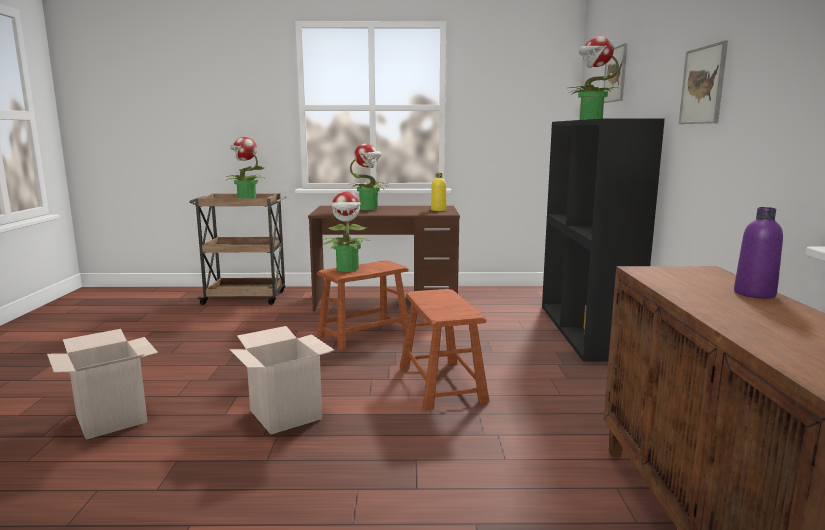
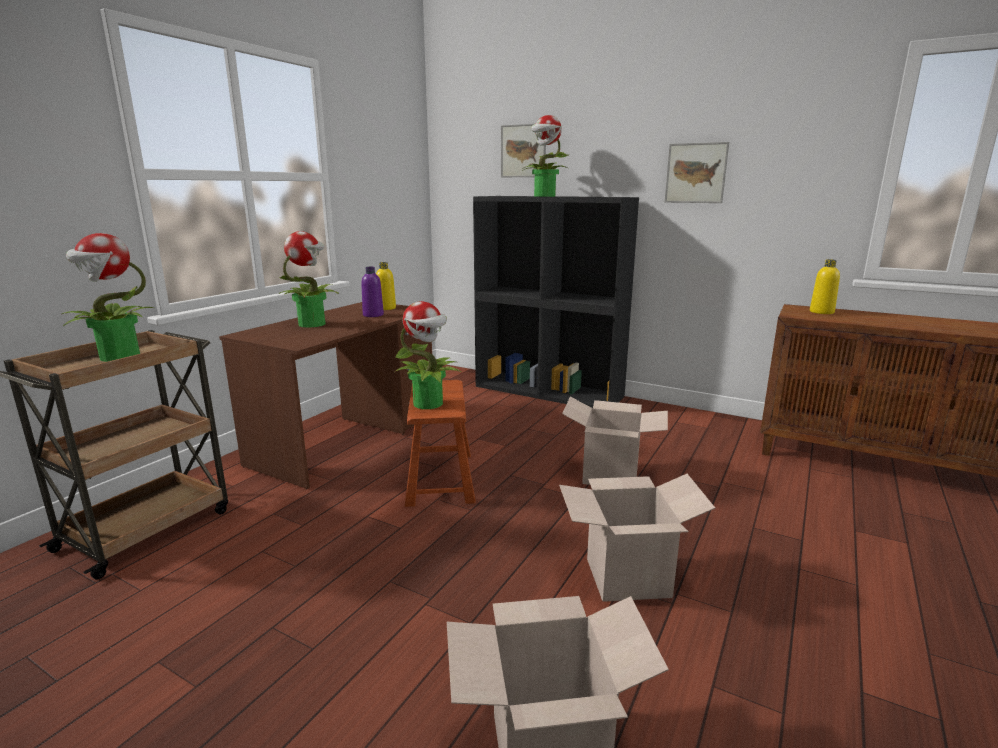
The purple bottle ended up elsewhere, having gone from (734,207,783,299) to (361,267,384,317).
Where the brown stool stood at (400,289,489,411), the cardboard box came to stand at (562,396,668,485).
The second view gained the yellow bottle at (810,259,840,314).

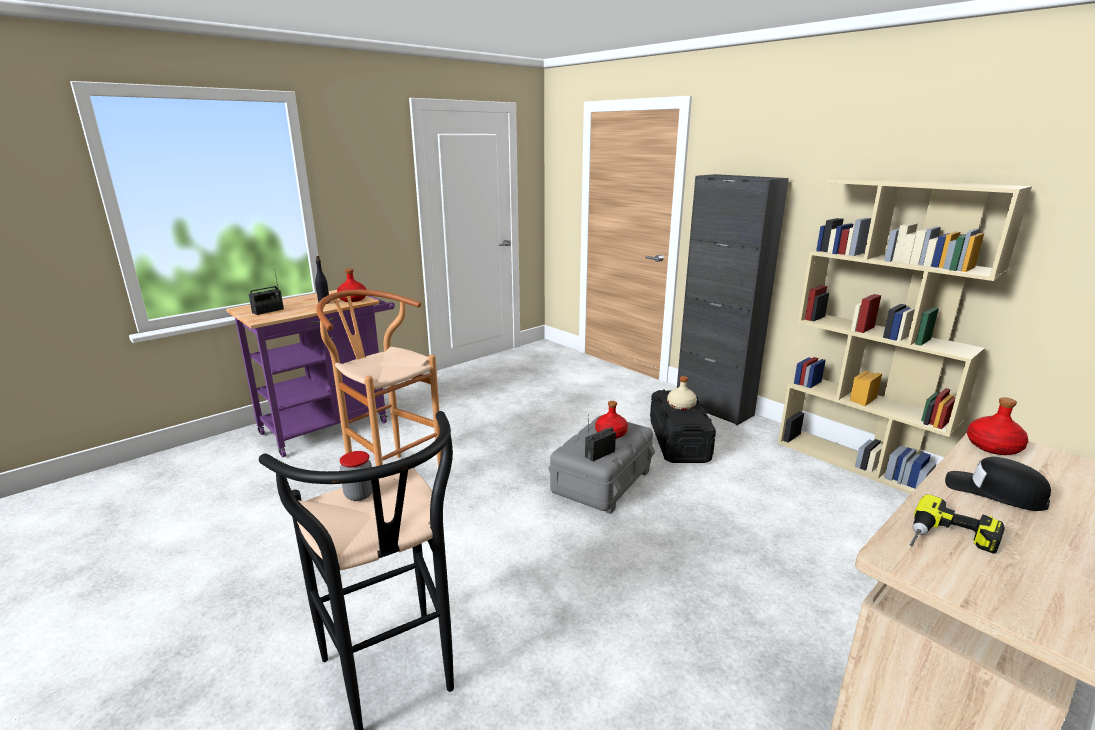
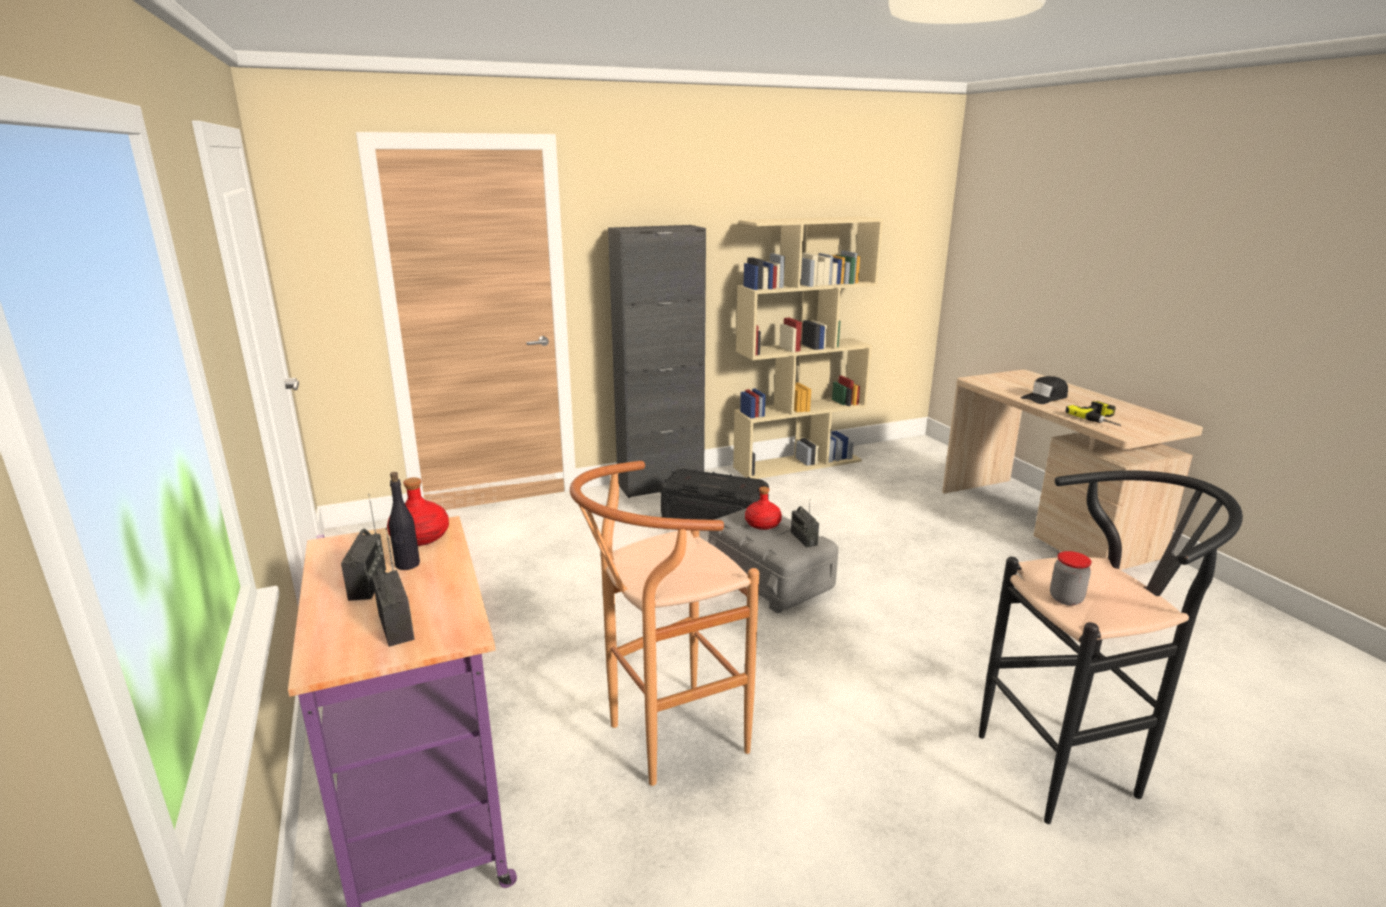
The second view gained the radio at (341,494,386,601).
The second view lost the beige bottle at (667,376,697,410).
The second view lost the red bottle at (967,397,1028,455).

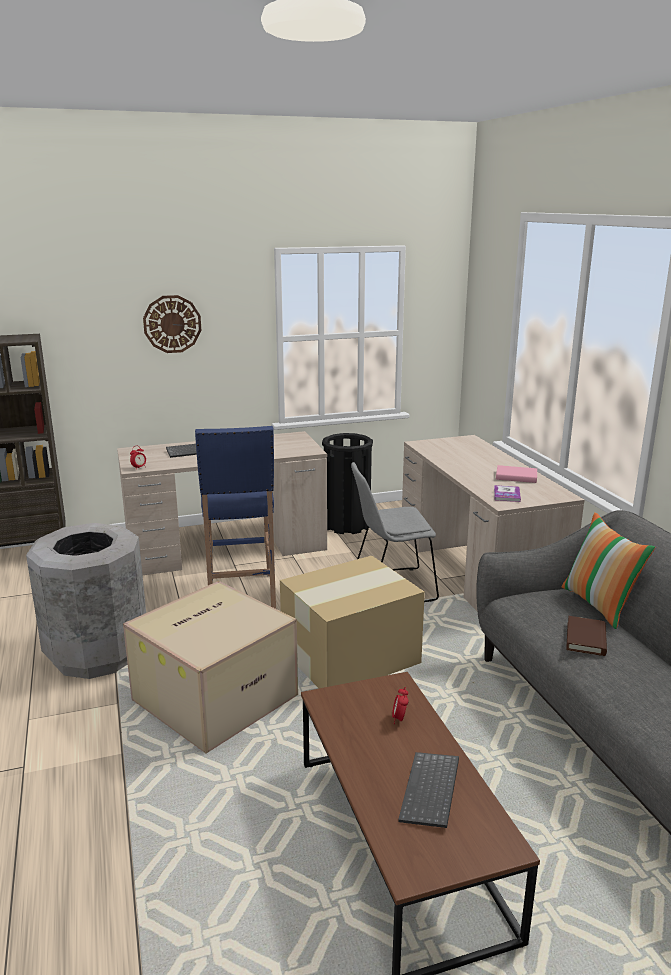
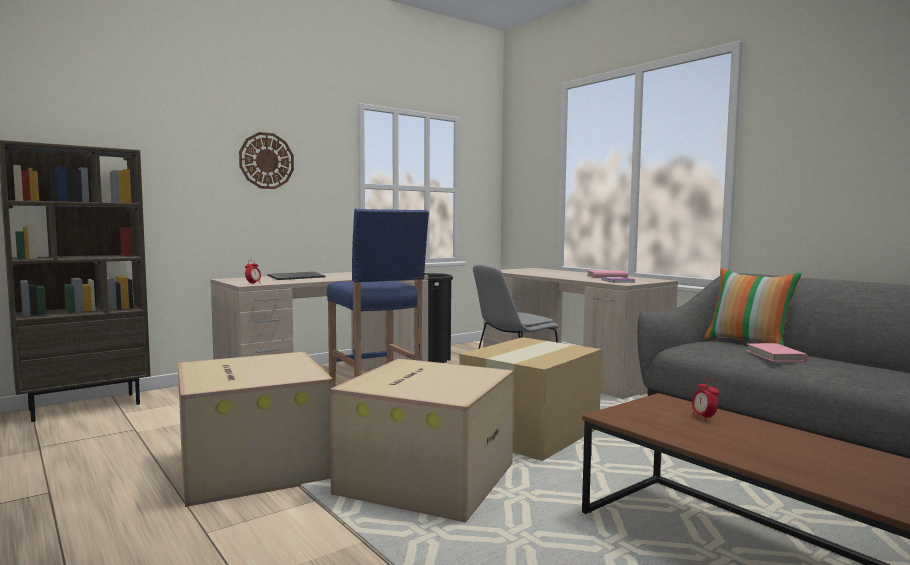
Where the grey trash can stood at (26,523,146,679), the cardboard box came to stand at (178,352,333,507).
What was the brown book at (566,616,607,656) turned into the pink book at (746,343,808,362).
The second view lost the keyboard at (398,752,459,828).

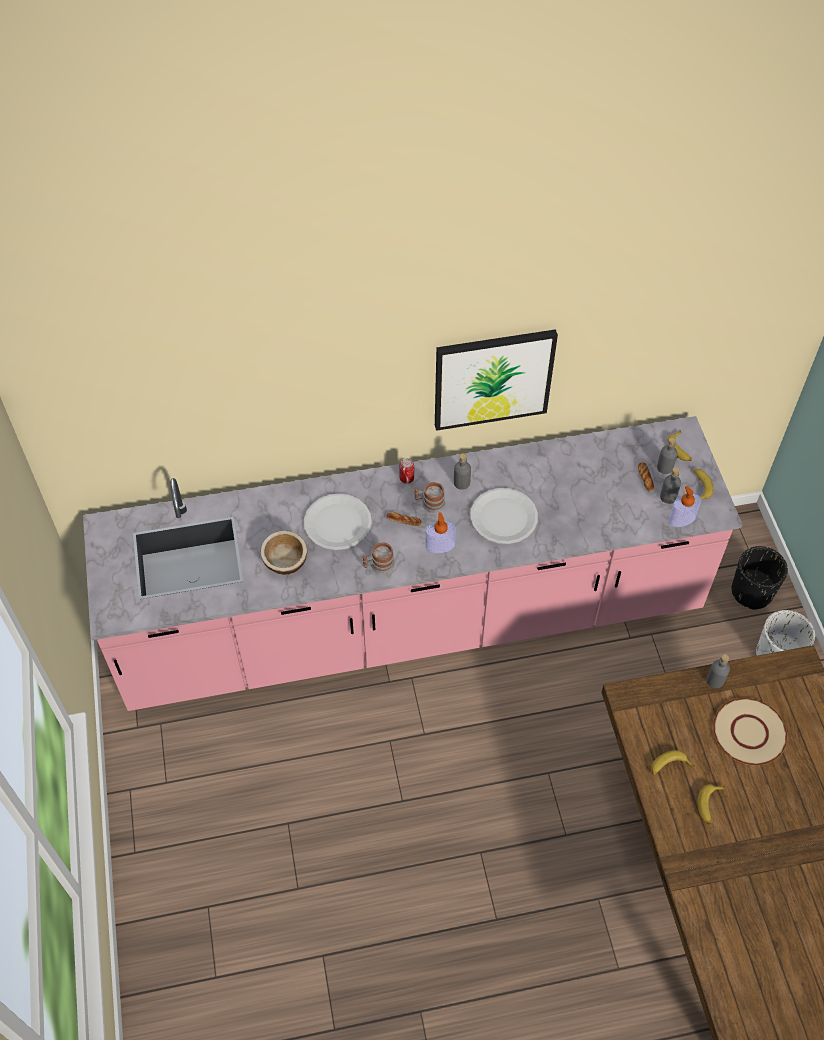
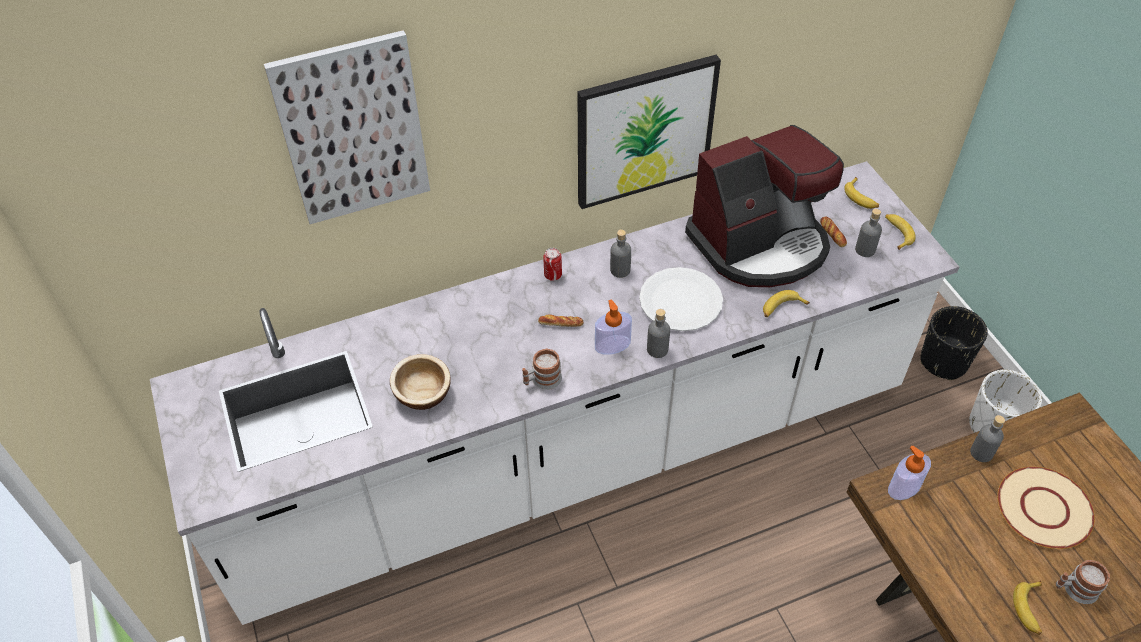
What was the pink counter at (83,416,743,711) turned into the white counter at (150,161,959,625).
The second view gained the picture at (264,30,430,224).
The grey bottle ended up elsewhere, having gone from (657,438,678,474) to (647,309,670,358).
The second view gained the coffee machine at (685,125,844,287).
The banana ended up elsewhere, having gone from (651,750,695,775) to (763,290,810,317).
The soap dispenser ended up elsewhere, having gone from (669,486,701,527) to (888,446,931,500).
The mug ended up elsewhere, having gone from (414,482,445,513) to (1056,560,1110,604).
The second view lost the white plate at (304,494,372,550).

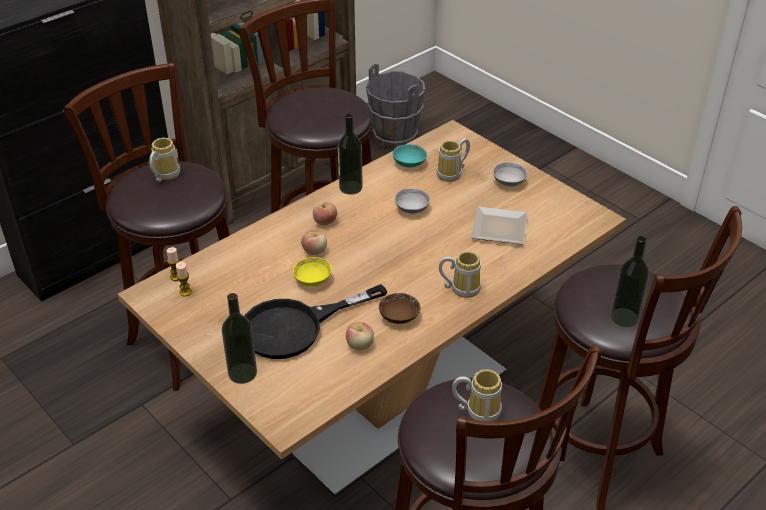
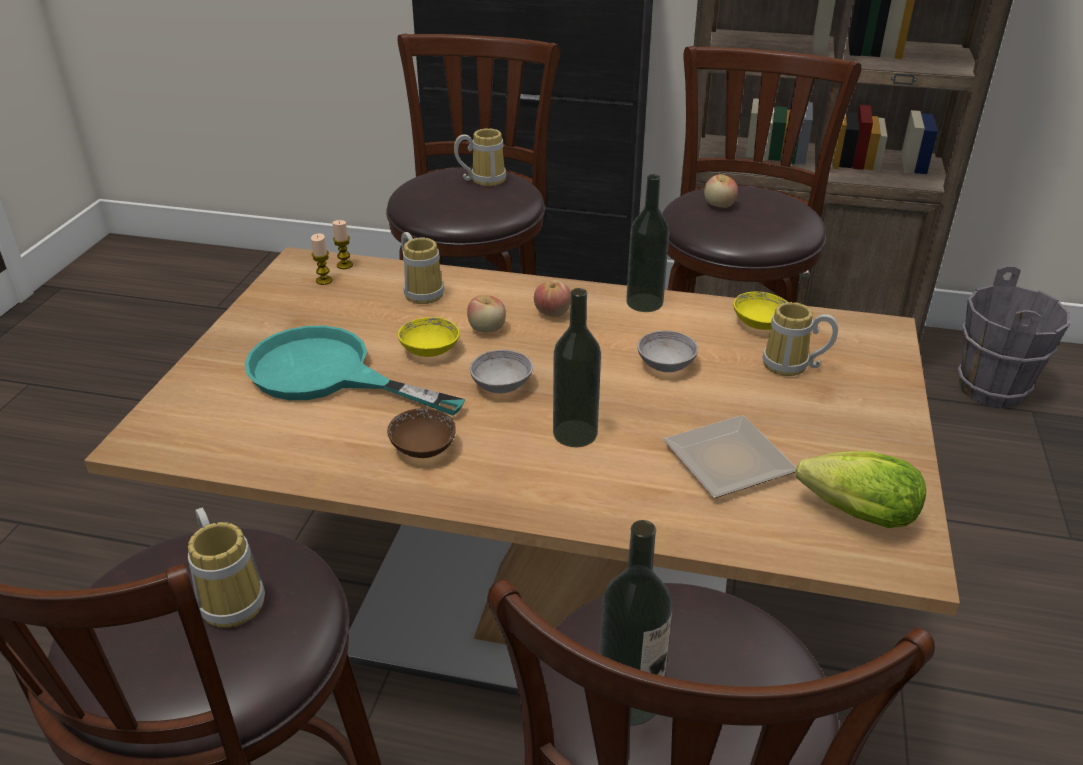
What was the black frying pan at (244,284,387,359) turned into the turquoise frying pan at (245,326,465,416).
The mug ended up elsewhere, having gone from (439,251,481,298) to (401,232,444,304).
The grey bowl ended up elsewhere, having gone from (493,162,527,186) to (470,350,533,393).
The bottle ended up elsewhere, having gone from (222,293,257,384) to (553,288,601,447).
The apple ended up elsewhere, having gone from (346,322,374,350) to (704,174,738,208).
What was the turquoise bowl at (392,144,427,168) turned into the yellow bowl at (734,292,787,330).
The second view gained the lettuce at (796,451,926,528).

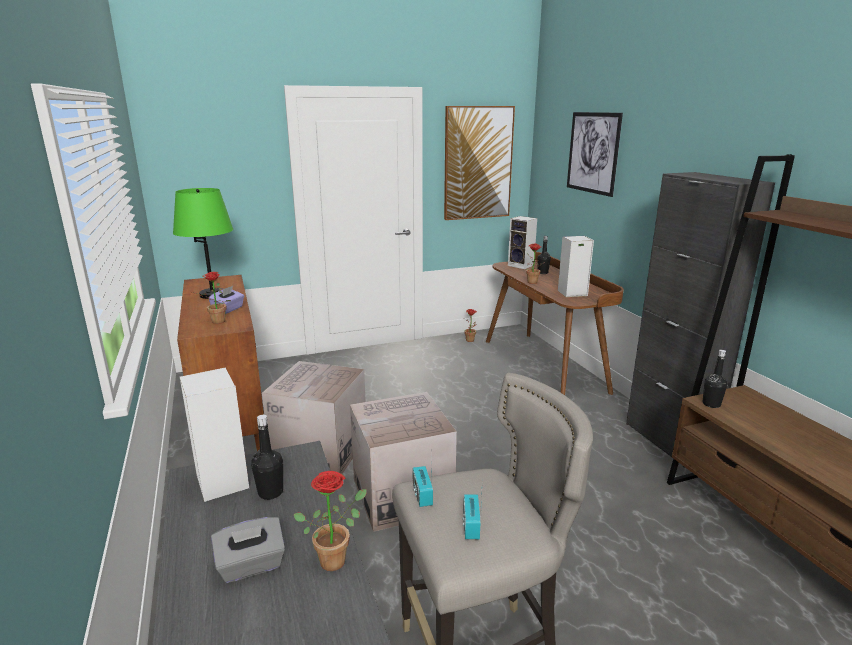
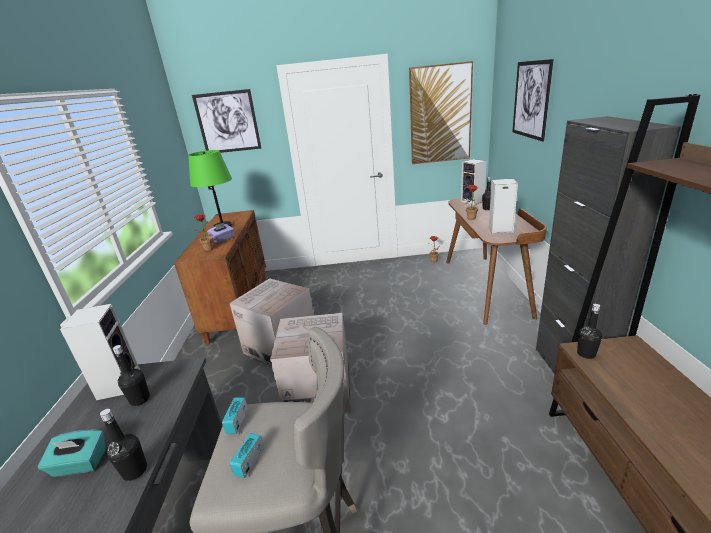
What was the grey tissue box at (211,517,285,583) turned into the turquoise tissue box at (38,429,106,477).
Where the potted plant stood at (294,471,367,571), the black bottle came to stand at (100,409,147,481).
The second view gained the picture at (192,89,261,153).

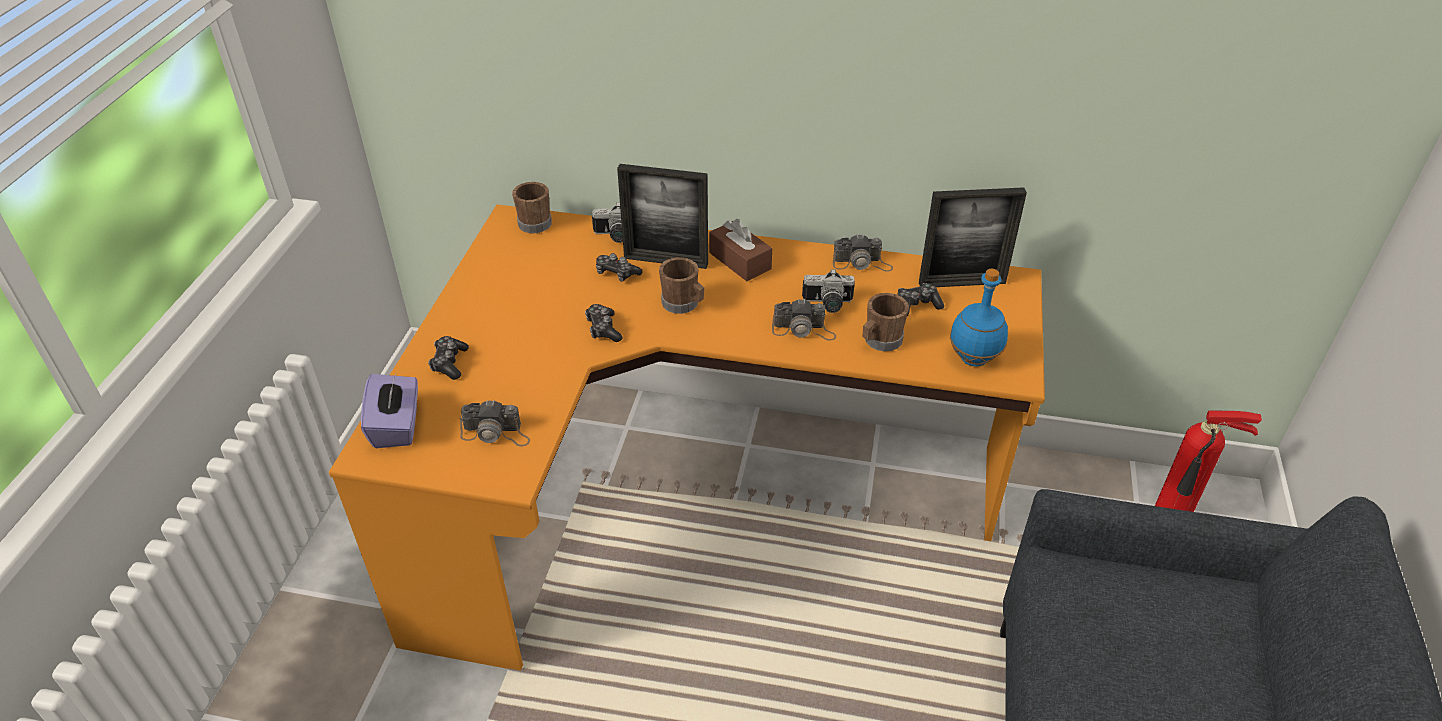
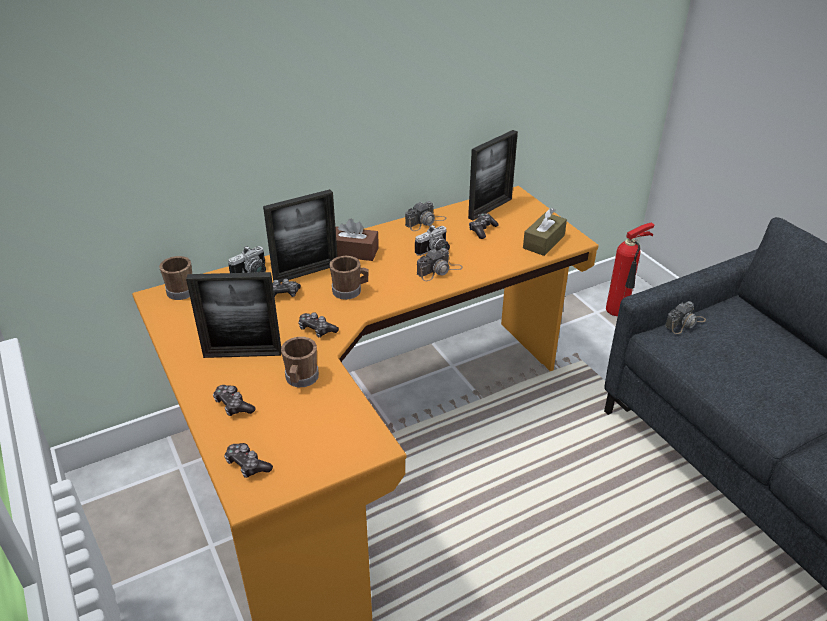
The second view gained the picture frame at (186,272,281,358).
Where the purple tissue box stood at (361,373,418,448), the game controller came to stand at (224,443,273,478).
The brown mug ended up elsewhere, having gone from (862,293,909,351) to (281,337,319,387).
Where the blue bottle stood at (950,269,1008,367), the brown tissue box came to stand at (523,208,567,256).
The photo camera ended up elsewhere, having gone from (460,400,530,447) to (665,301,706,334).

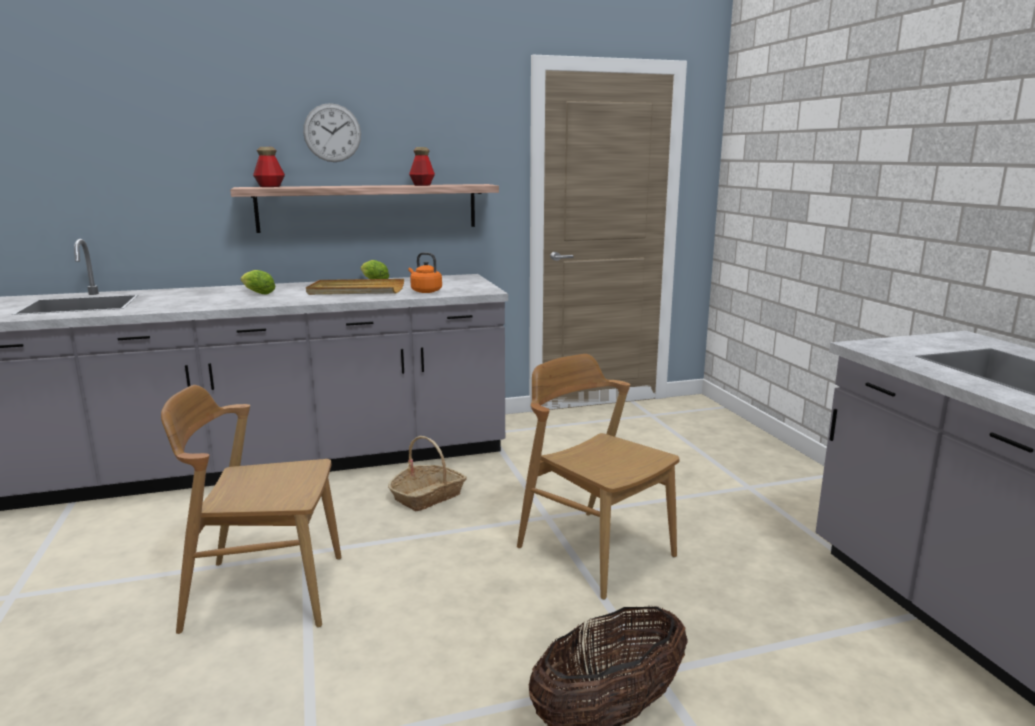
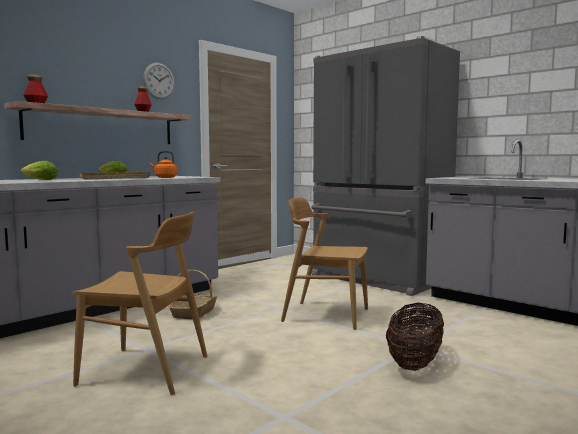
The brown chair at (161,385,341,634) ended up facing another way, 135 degrees counterclockwise from before.
The wall clock ended up elsewhere, having gone from (303,103,361,162) to (143,63,175,99).
The second view gained the grey fridge at (311,36,460,296).

